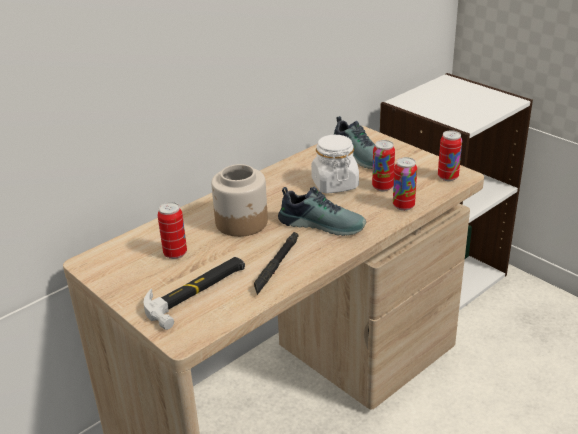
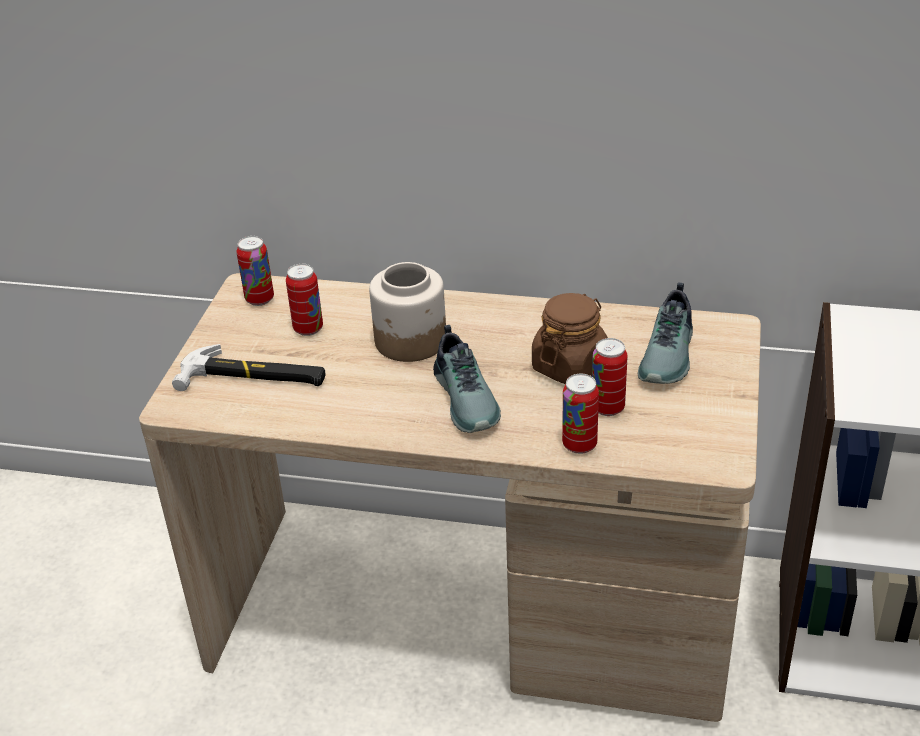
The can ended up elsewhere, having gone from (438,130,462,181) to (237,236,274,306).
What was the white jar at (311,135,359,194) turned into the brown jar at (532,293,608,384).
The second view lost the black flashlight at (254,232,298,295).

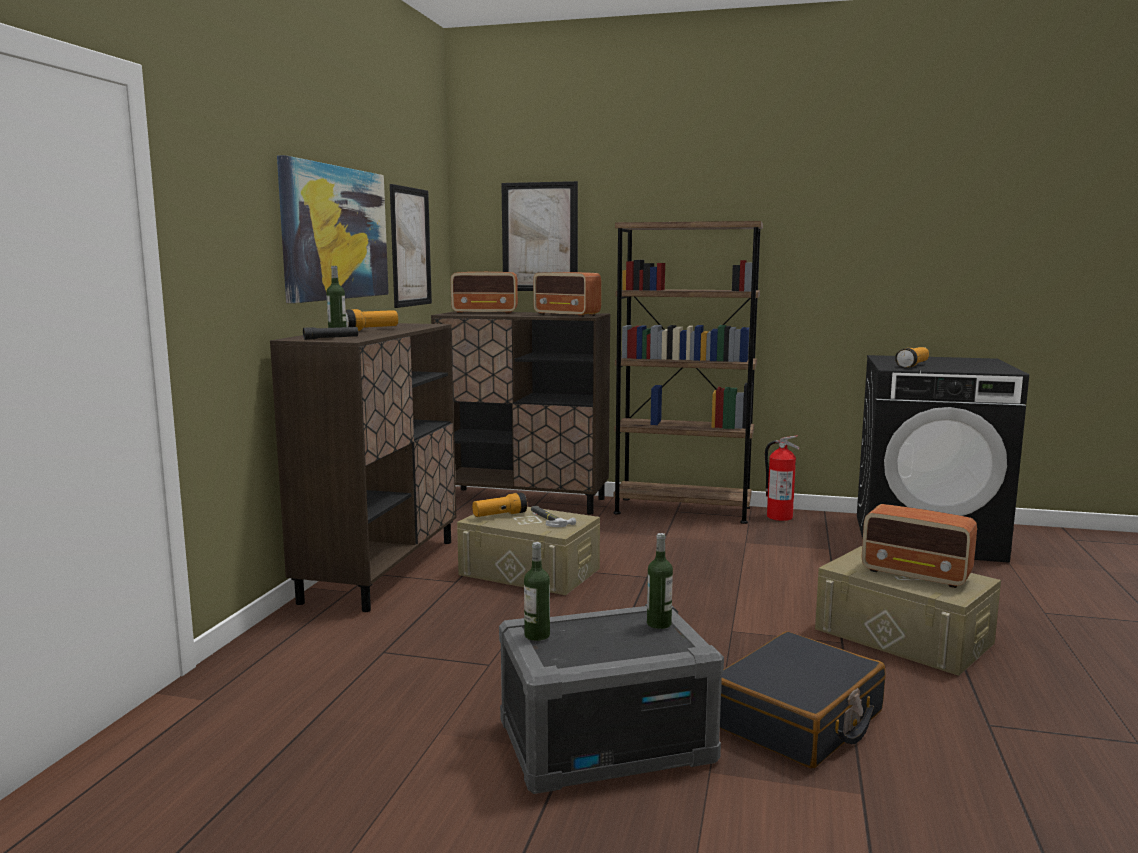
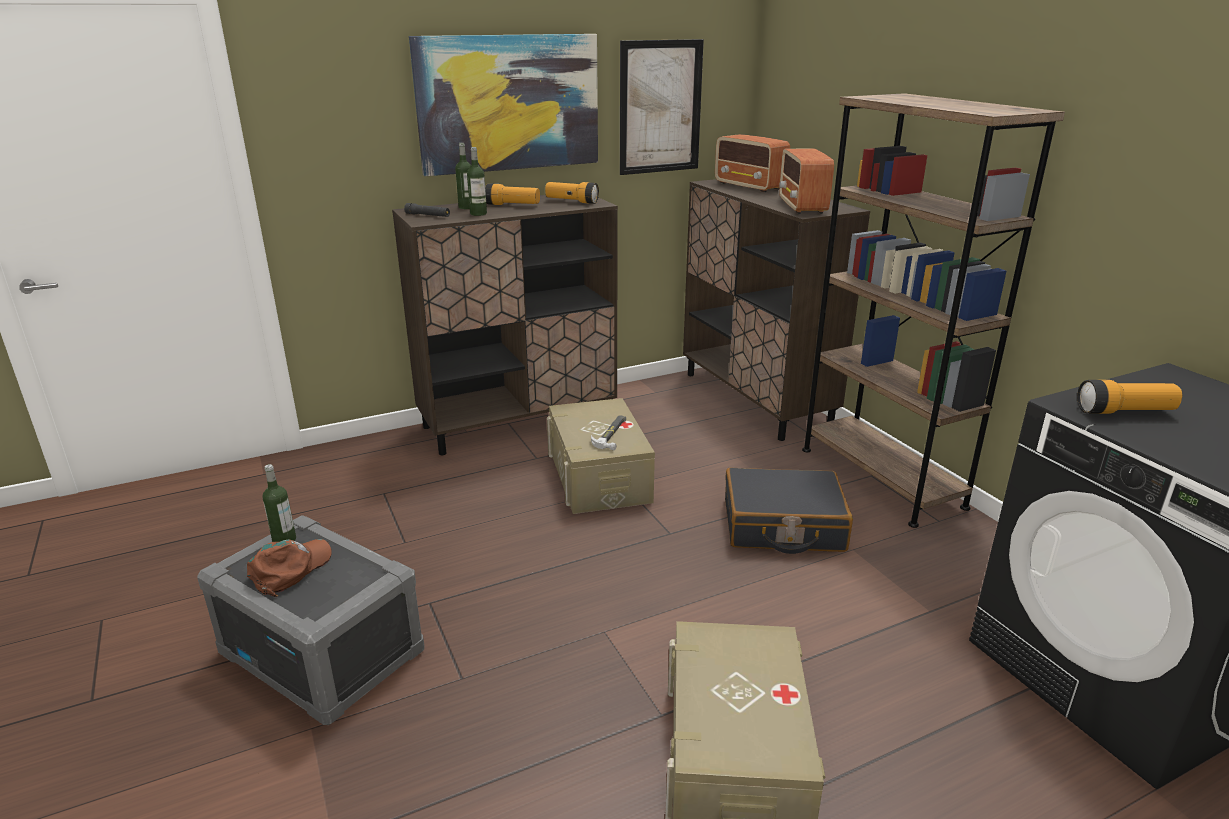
The second view gained the brown cap at (247,539,332,597).
The bottle ended up elsewhere, having gone from (647,533,673,629) to (467,147,487,216).
The flashlight ended up elsewhere, having gone from (472,492,527,517) to (545,182,599,204).
The black suitcase ended up elsewhere, having gone from (720,631,885,768) to (725,467,853,554).
The second view lost the picture at (501,181,578,291).
The second view lost the fire extinguisher at (765,435,800,521).
The second view lost the radio at (861,504,977,588).

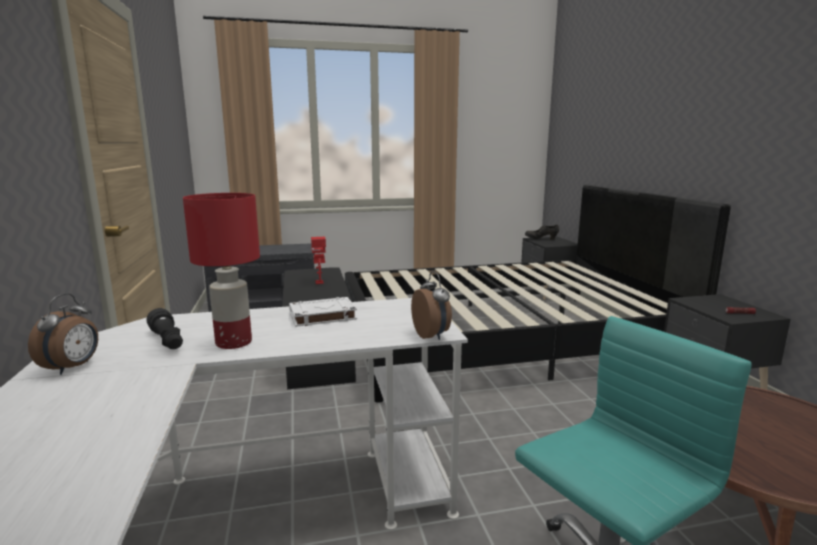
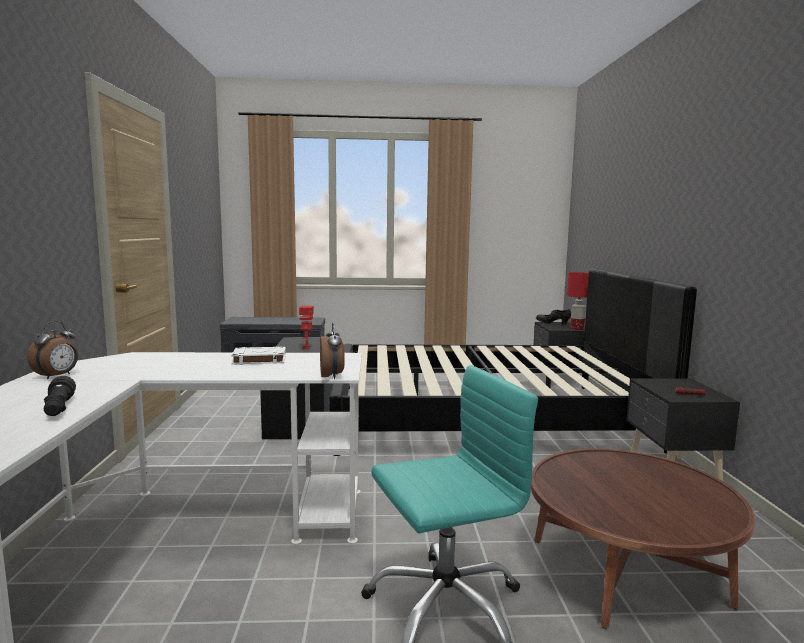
The black flashlight ended up elsewhere, having gone from (147,308,183,349) to (44,376,76,416).
The red table lamp ended up elsewhere, having gone from (183,193,260,349) to (567,272,589,330).

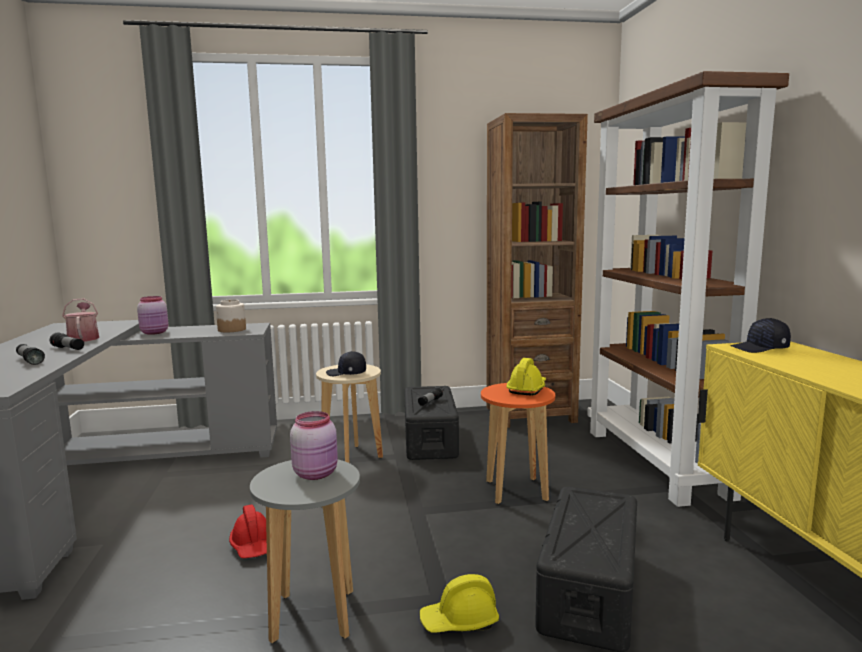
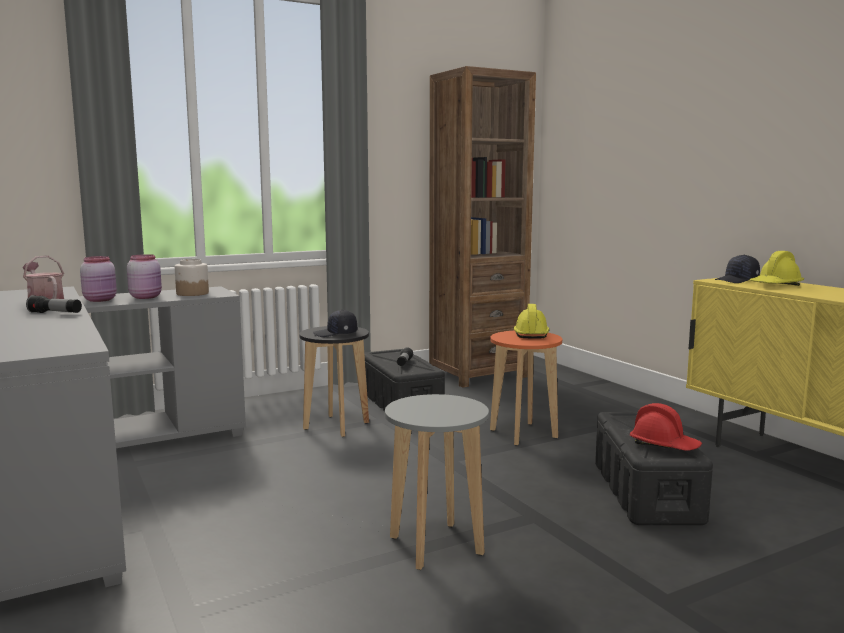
The pink jar ended up elsewhere, having gone from (290,411,338,480) to (127,254,162,299).
What was the beige stool at (316,364,383,463) turned into the black stool at (299,326,369,437).
The red hard hat ended up elsewhere, having gone from (229,505,267,558) to (630,403,702,451).
The yellow hard hat ended up elsewhere, having gone from (420,574,499,633) to (750,251,804,286).
The second view lost the flashlight at (16,344,45,365).
The second view lost the brown bookcase at (587,71,789,507).

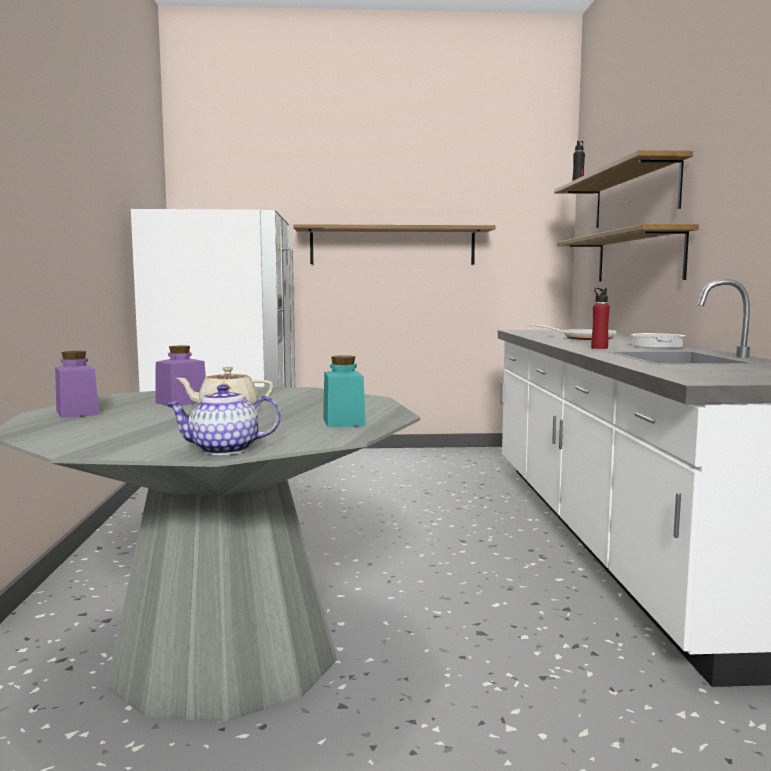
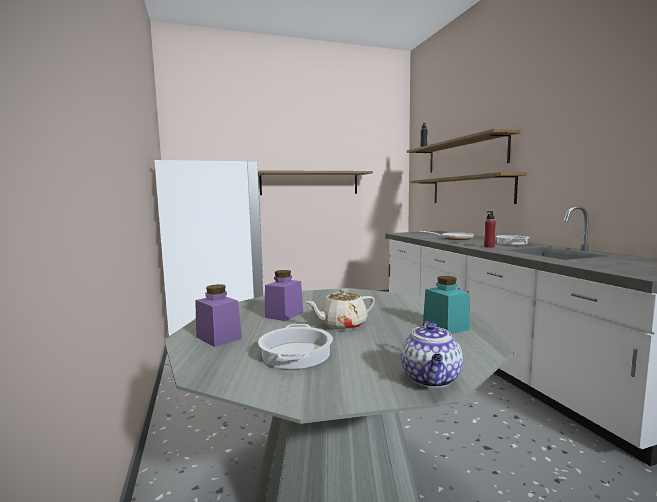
The second view gained the cooking pot at (258,324,333,369).
The teapot at (166,384,280,455) ended up facing another way, 60 degrees counterclockwise from before.

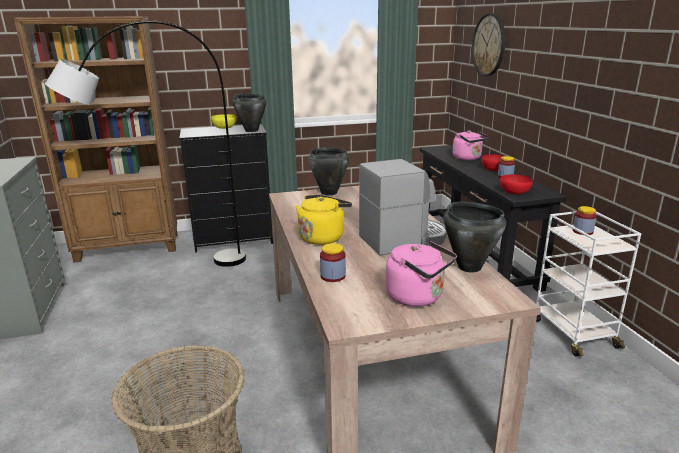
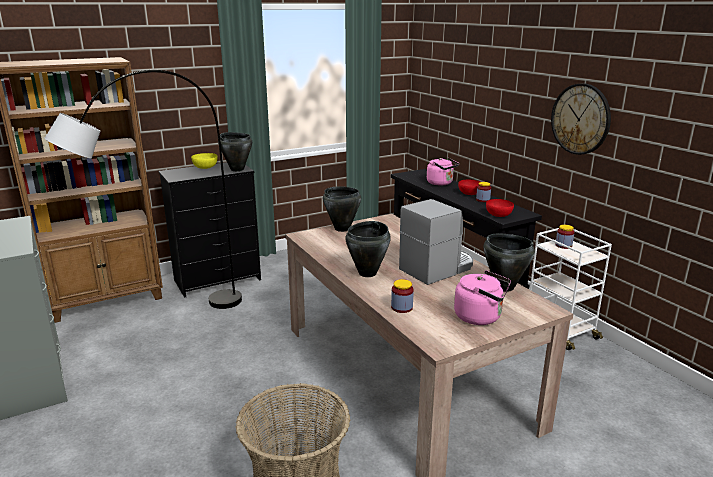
Where the yellow kettle stood at (296,195,352,245), the black cooking pot came to stand at (345,221,391,277).
The wall clock ended up elsewhere, having gone from (472,13,506,76) to (551,83,611,155).

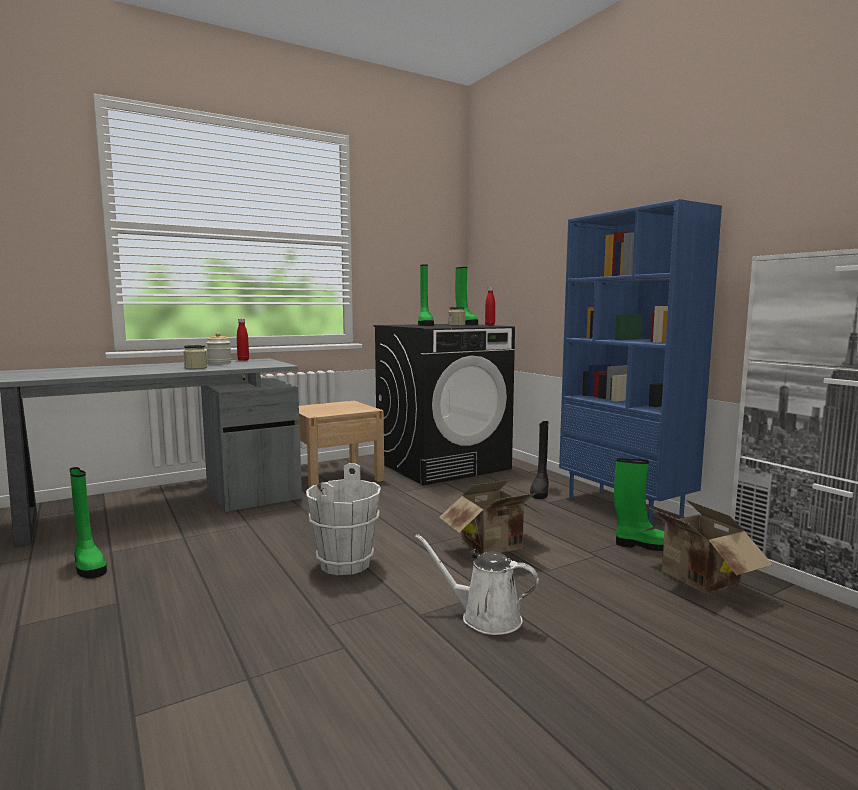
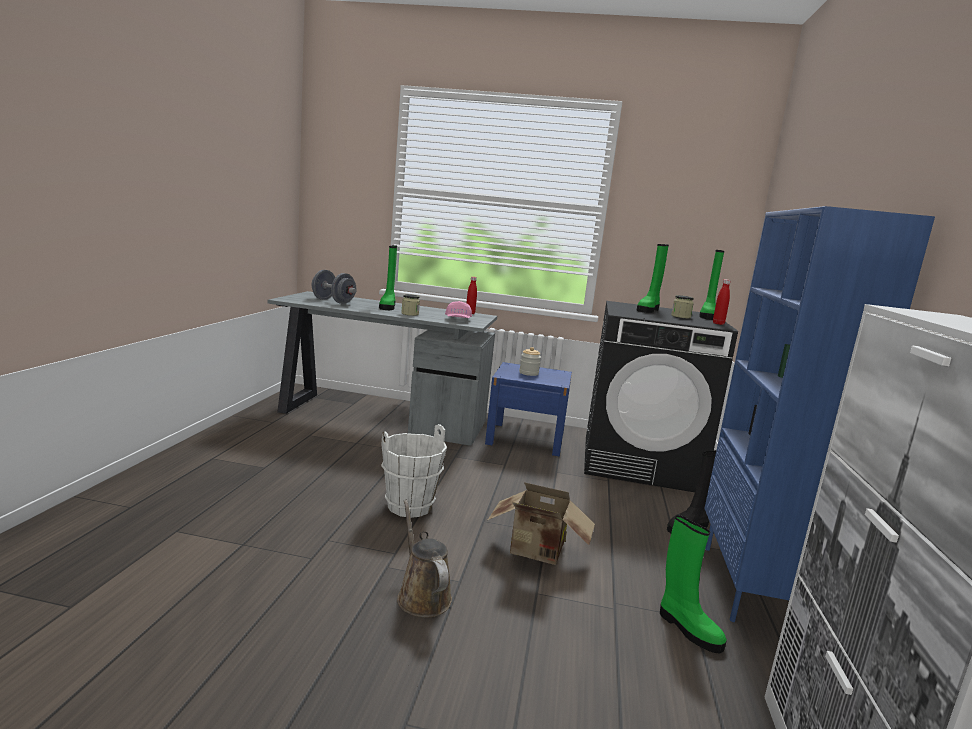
The second view gained the grey dumbbell at (311,270,356,304).
The green boot ended up elsewhere, having gone from (70,467,107,579) to (379,245,397,310).
What was the white watering can at (415,534,539,635) turned into the brown watering can at (397,500,452,617).
The second view gained the pink cap at (445,301,472,318).
What was the beige nightstand at (298,401,384,488) turned into the blue nightstand at (485,362,572,456).
The jar ended up elsewhere, having gone from (206,332,231,364) to (519,347,541,376).
The second view lost the cardboard box at (642,500,773,593).

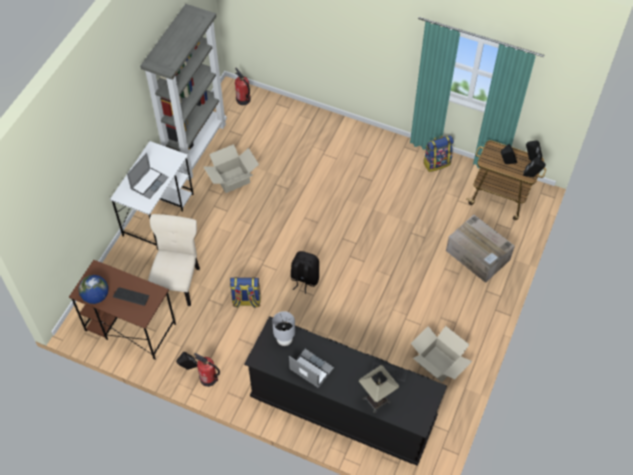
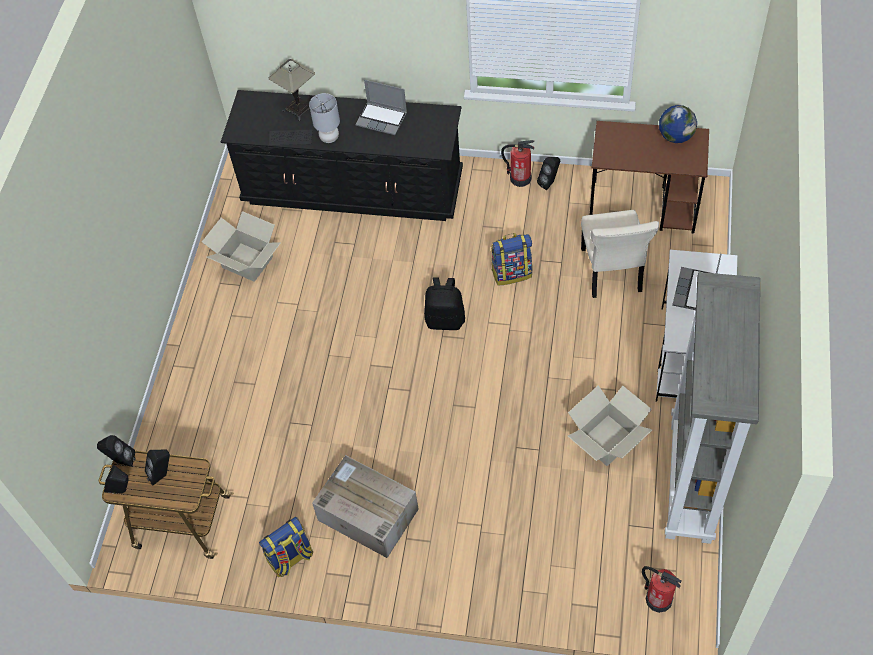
The grey table lamp ended up elsewhere, having gone from (272,311,295,346) to (309,93,340,143).
The cardboard box ended up elsewhere, having gone from (446,215,515,283) to (312,455,419,558).
The second view lost the keyboard at (113,287,149,306).

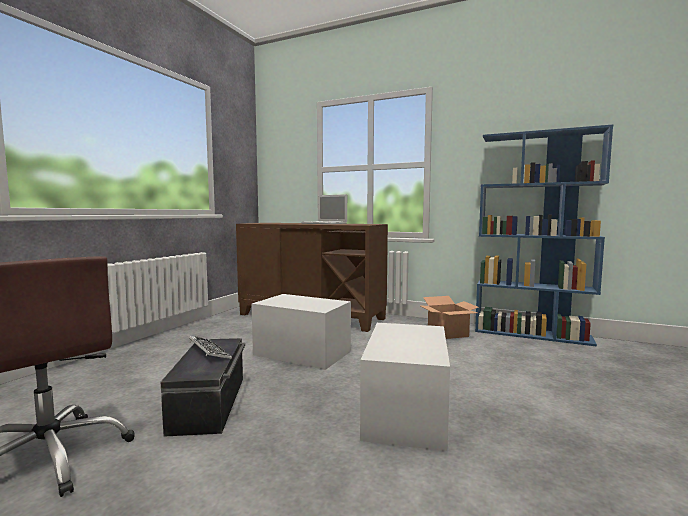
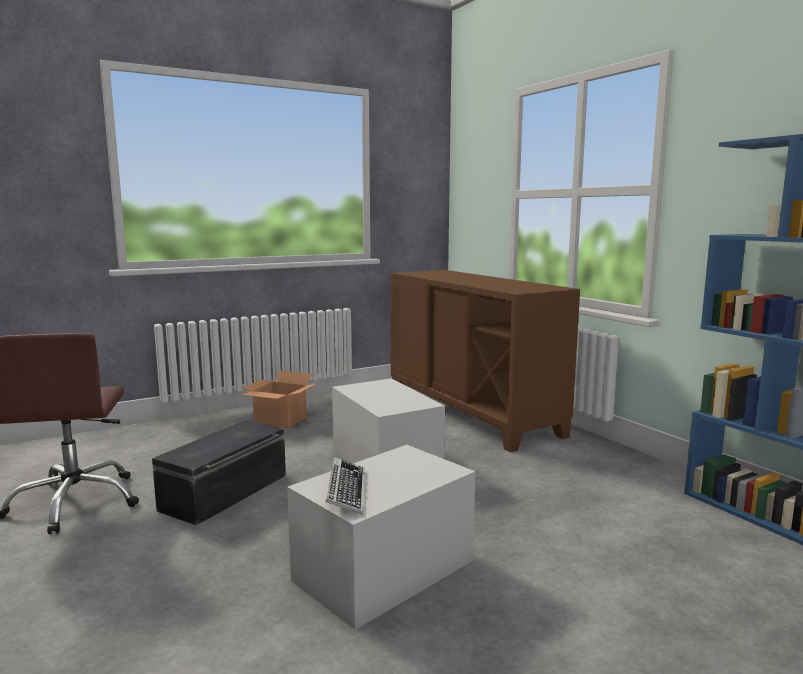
The cardboard box ended up elsewhere, having gone from (419,296,479,339) to (241,371,316,429).
The keyboard ended up elsewhere, having gone from (188,336,232,359) to (325,457,364,514).
The second view lost the laptop at (302,194,347,224).

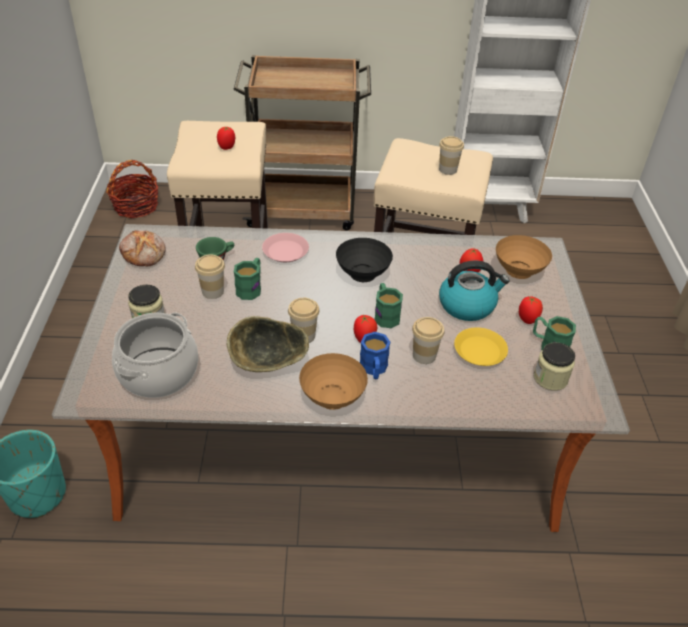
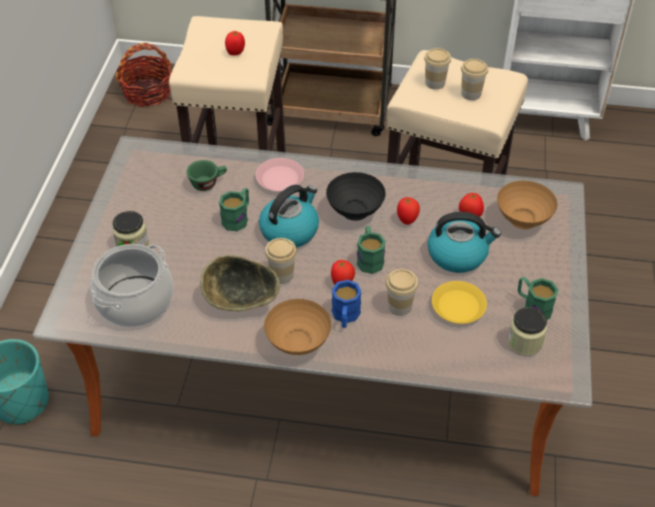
The second view gained the kettle at (259,185,319,248).
The tomato ended up elsewhere, having gone from (519,296,543,324) to (397,197,420,225).
The cup ended up elsewhere, having gone from (195,254,225,299) to (424,48,451,90).
The second view lost the bread at (119,230,166,266).

